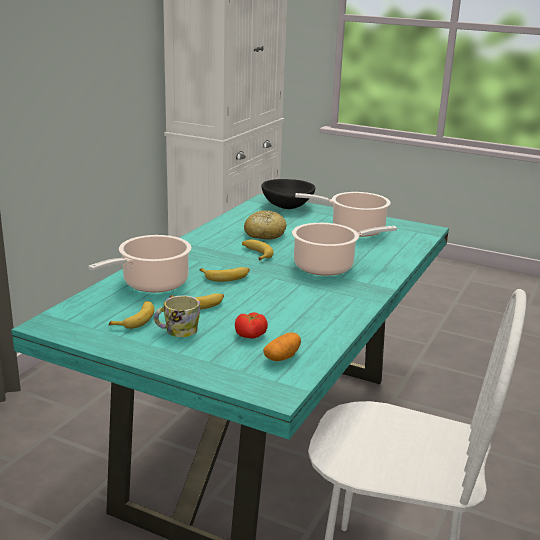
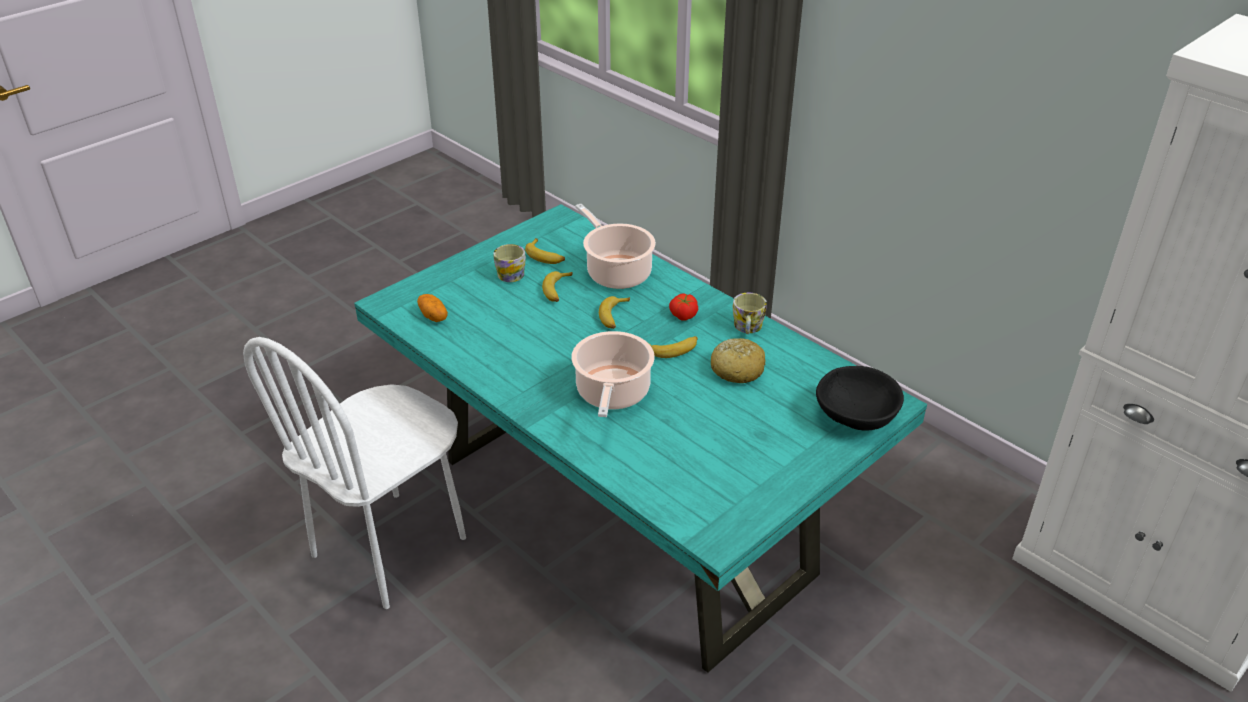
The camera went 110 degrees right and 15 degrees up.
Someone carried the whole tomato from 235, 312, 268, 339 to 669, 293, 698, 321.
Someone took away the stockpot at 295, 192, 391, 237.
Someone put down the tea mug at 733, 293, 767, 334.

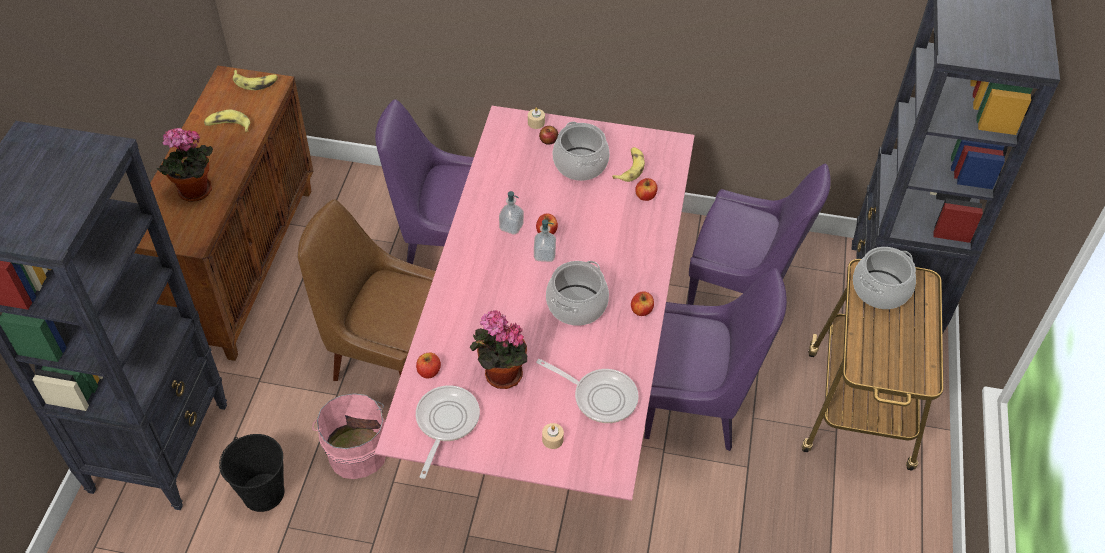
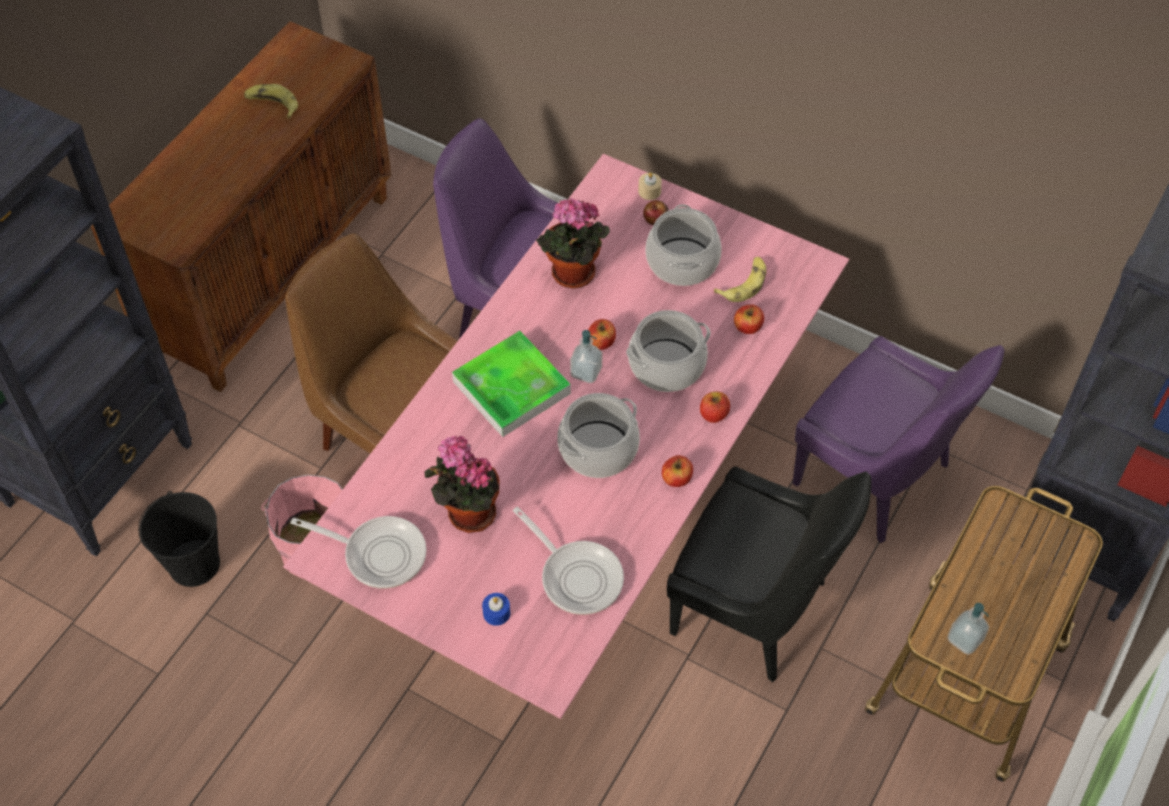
The camera went 20 degrees right and 5 degrees up.
Someone carried the plant in a pot from 156, 127, 213, 202 to 536, 198, 610, 289.
Someone took away the whole banana at 233, 70, 278, 90.
Someone carried the apple fruit from 416, 353, 441, 379 to 700, 391, 730, 423.
Someone rotated the pan at 416, 385, 480, 479 by 75 degrees clockwise.
Someone carried the soap bottle from 499, 191, 524, 235 to 947, 603, 989, 655.
Someone repainted the wax candle/beige at 542, 423, 564, 449, which became the wax candle/blue at 482, 593, 510, 626.
Someone repainted the chair/purplish at 644, 268, 787, 451, which became the chair/blackish at 667, 466, 871, 682.
Someone carried the stockpot from 853, 247, 916, 309 to 626, 310, 711, 392.
Someone put down the tray at 452, 331, 571, 437.

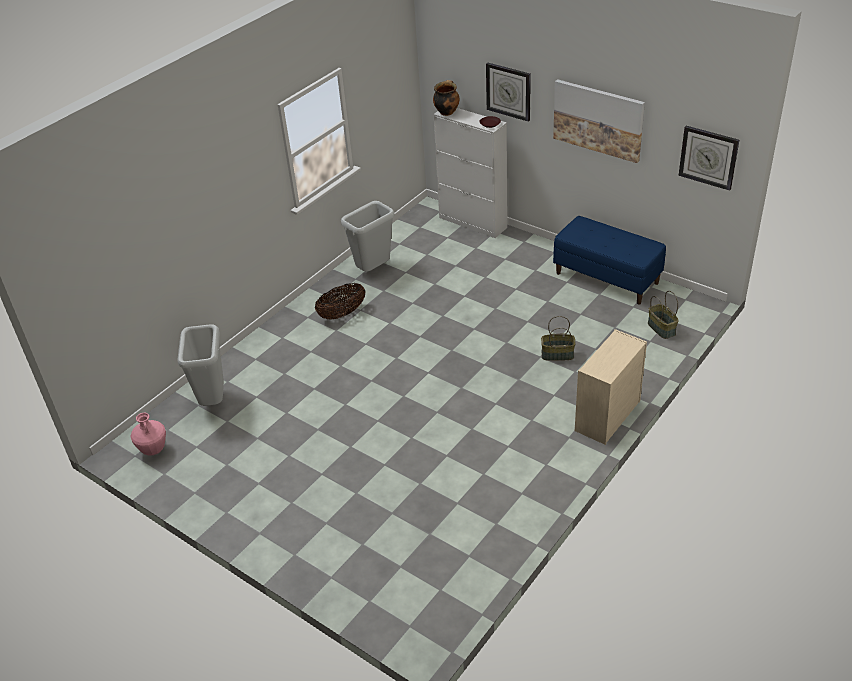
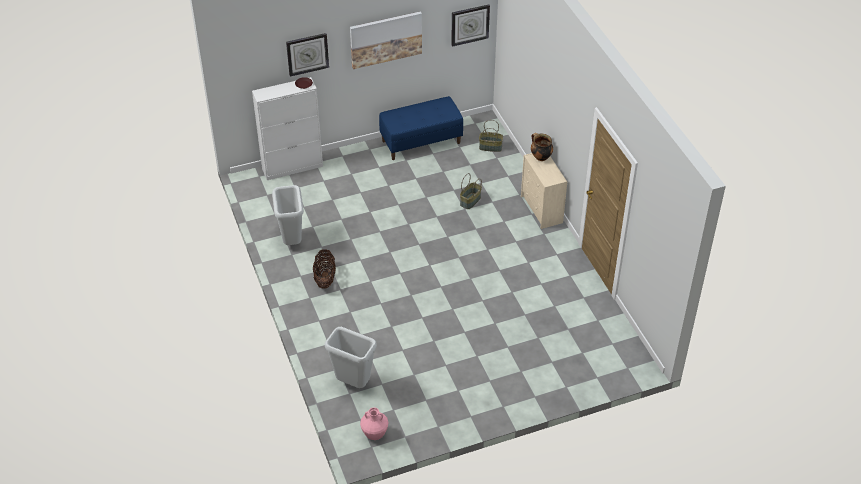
The camera went 60 degrees left and 5 degrees up.
Someone carried the stockpot from 433, 80, 460, 116 to 531, 133, 553, 161.

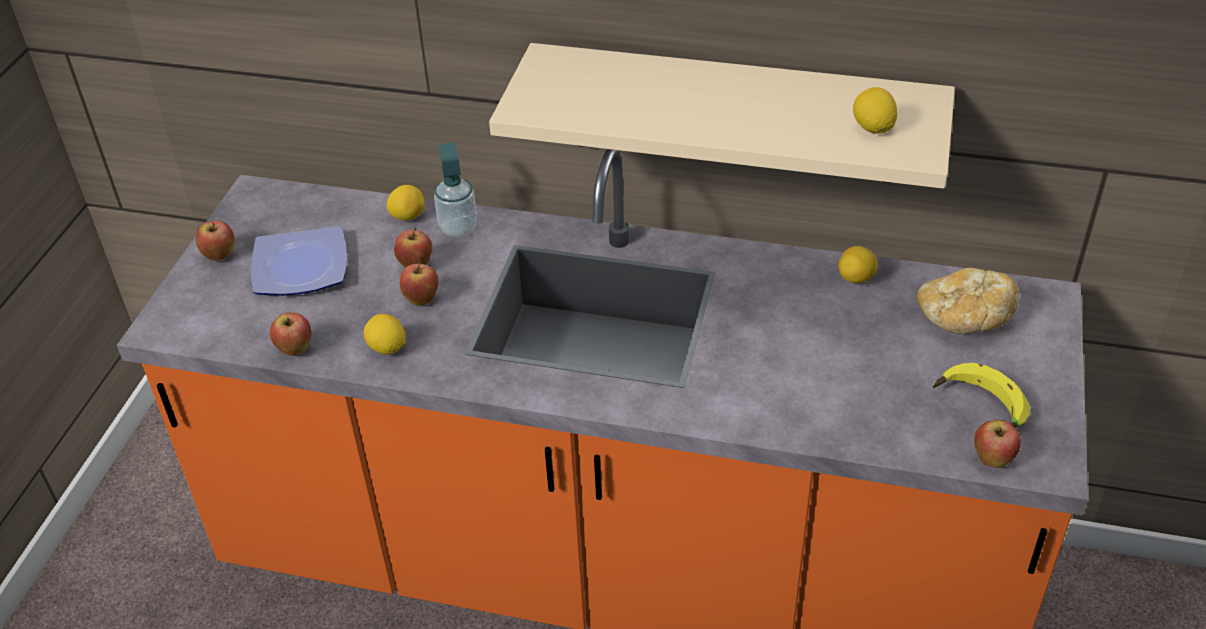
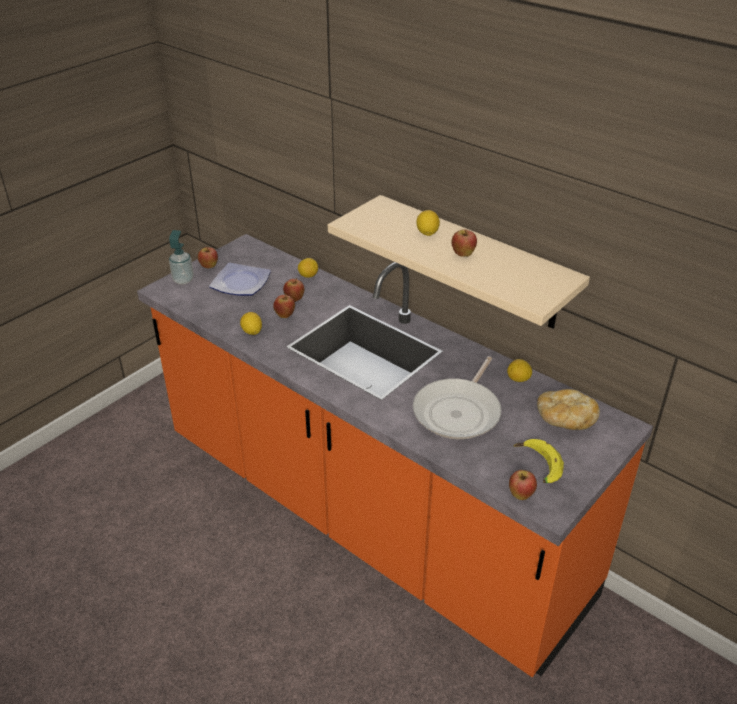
The camera went 25 degrees right and 5 degrees down.
Someone carried the apple fruit from 270, 312, 311, 356 to 451, 229, 477, 257.
Someone carried the soap bottle from 434, 142, 477, 237 to 169, 230, 194, 284.
Someone carried the lemon from 853, 87, 897, 134 to 416, 210, 440, 236.
Someone put down the pan at 413, 356, 501, 439.

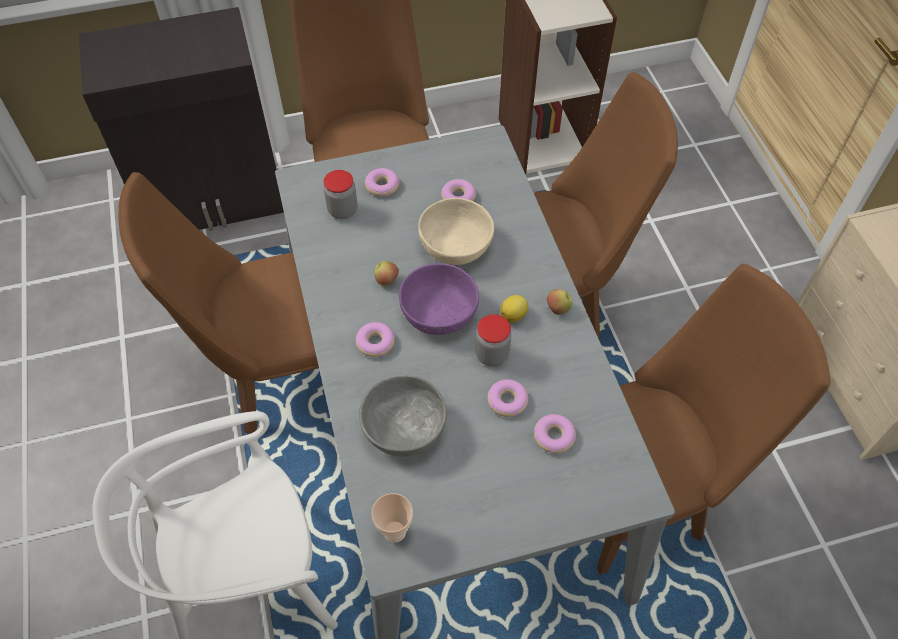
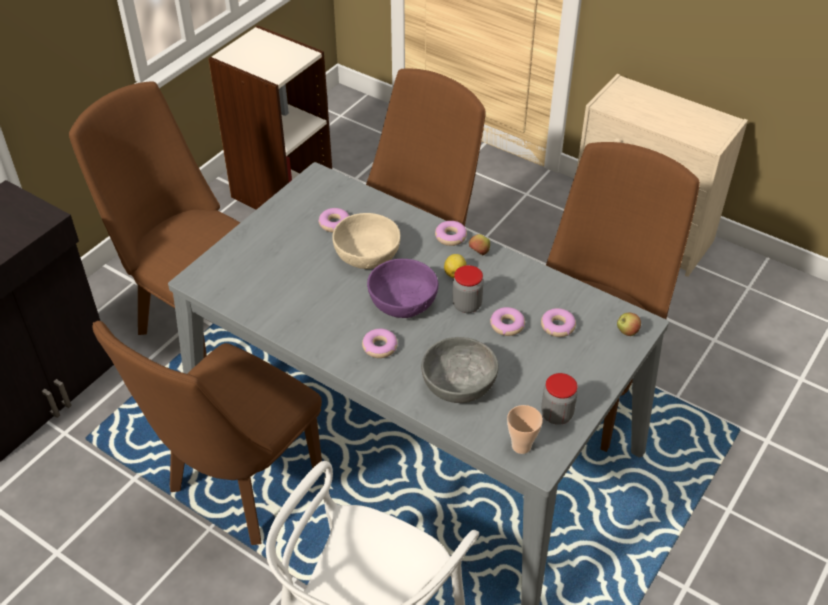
The camera went 40 degrees left and 10 degrees down.
Someone carried the storage jar from 324, 170, 357, 219 to 541, 373, 577, 425.
Someone carried the donut from 365, 168, 400, 197 to 435, 221, 467, 246.
Someone carried the apple fruit from 374, 261, 399, 286 to 617, 313, 641, 336.

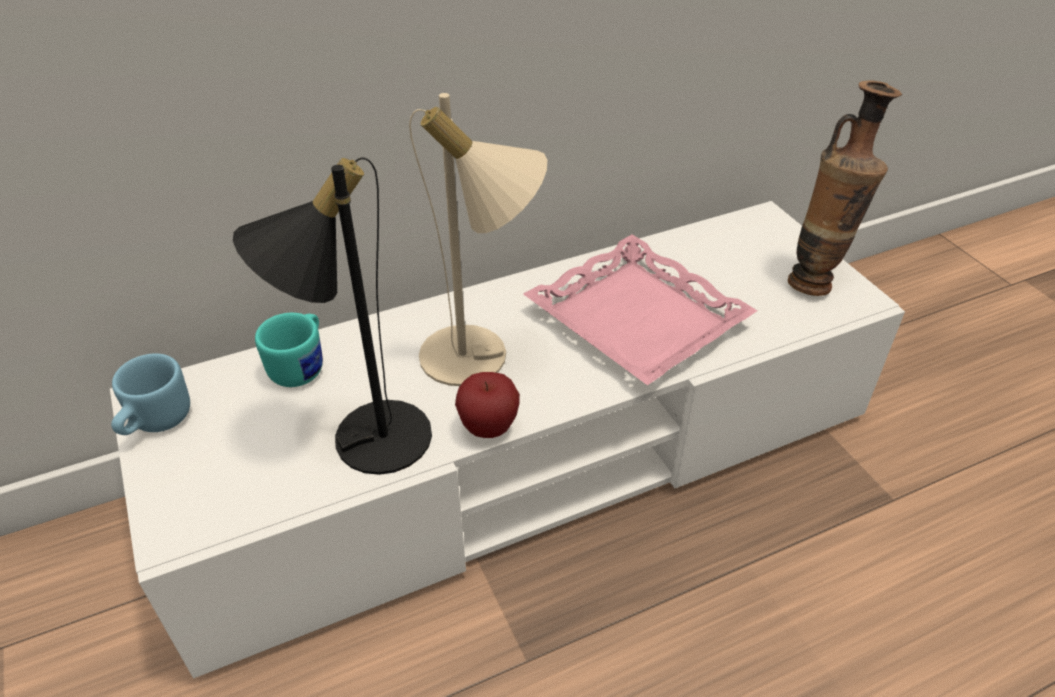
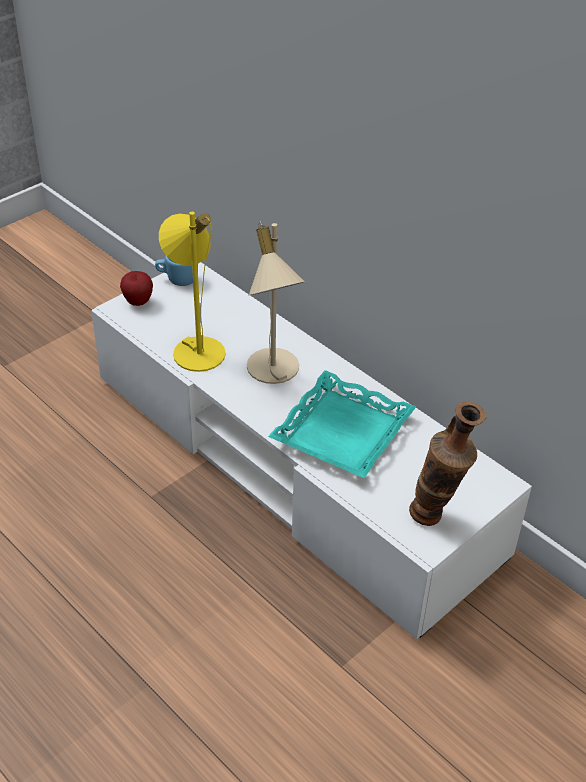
The camera went 70 degrees right and 0 degrees up.
Someone repainted the tabletop lamp/blackish at 233, 157, 432, 475, which became the tabletop lamp/yellow-coloured at 159, 212, 226, 372.
Someone took away the tea mug/turquoise at 255, 313, 323, 387.
Someone carried the apple fruit from 455, 372, 520, 438 to 120, 271, 153, 306.
Someone repainted the tray/pink at 523, 235, 758, 385, which became the tray/turquoise at 268, 370, 416, 478.

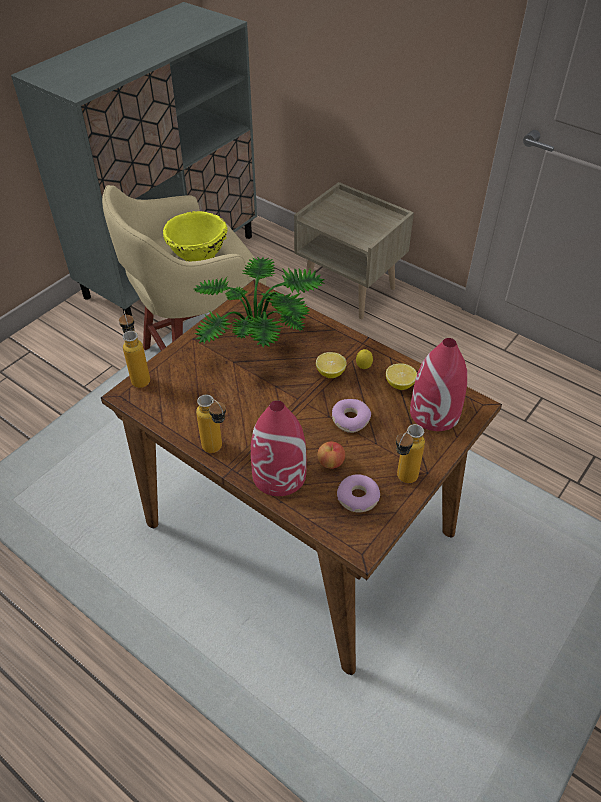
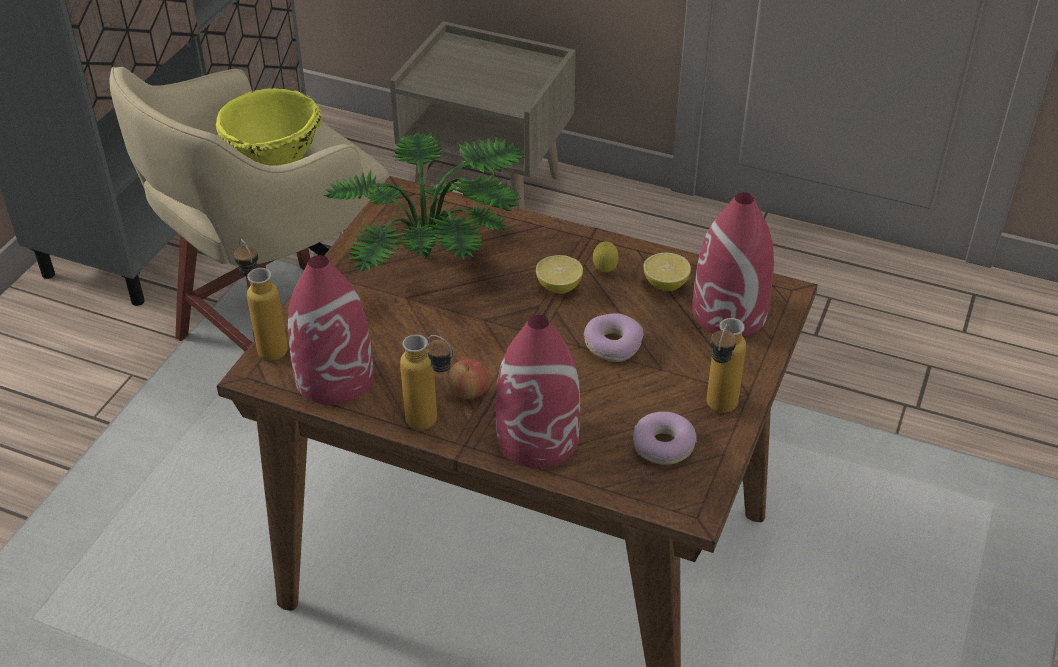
The camera went 15 degrees left and 5 degrees down.
Someone carried the apple fruit from 318, 442, 345, 469 to 448, 359, 489, 399.
Someone put down the vase/red-coloured at 288, 255, 374, 405.

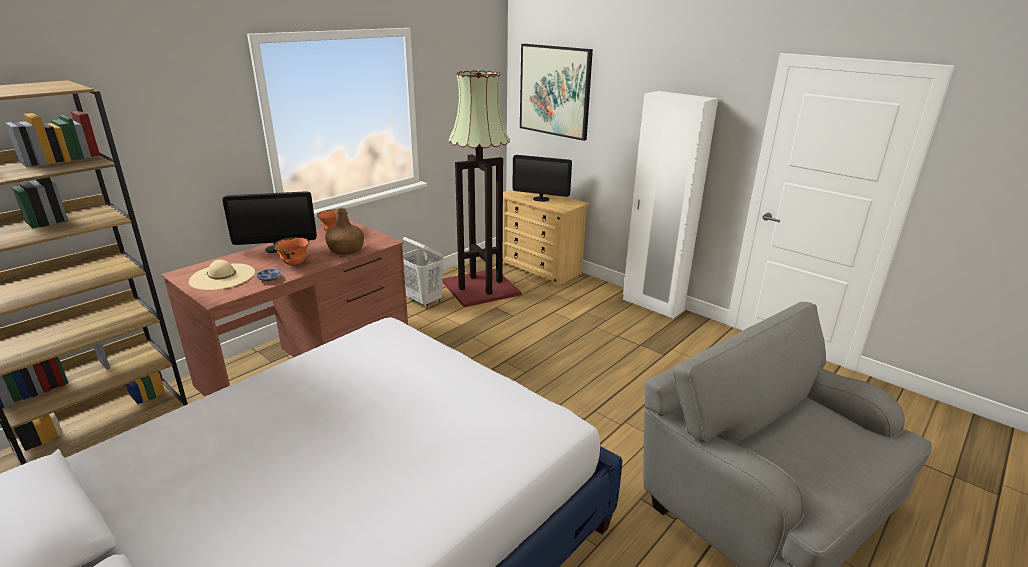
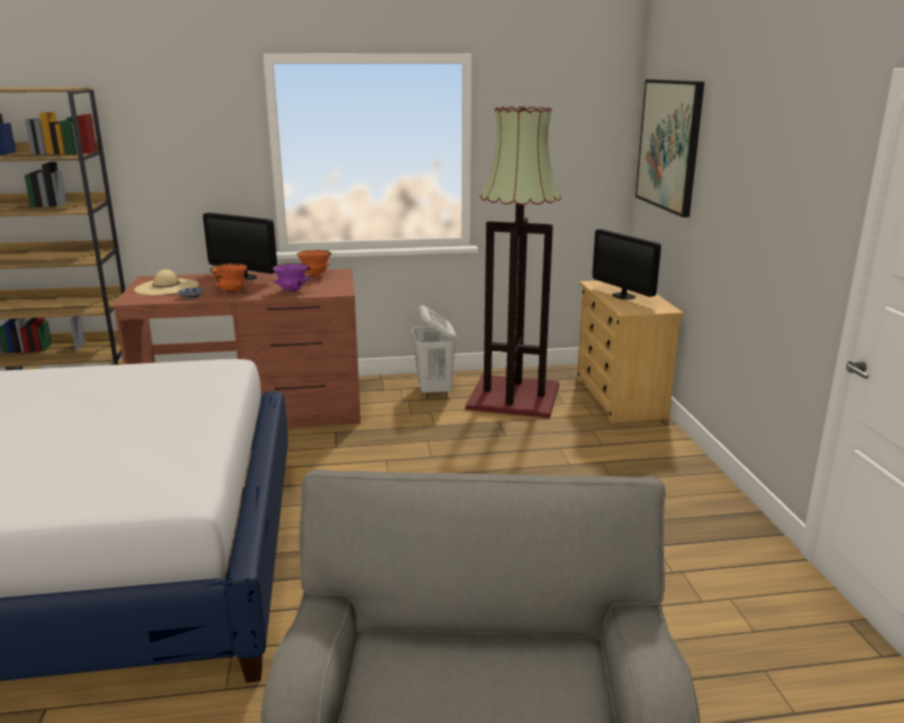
The camera went 40 degrees right and 5 degrees down.
Someone swapped the beverage bottle/brown-coloured at 325, 208, 364, 255 for the bowl/purplish at 272, 263, 310, 292.
Someone took away the armoire/white at 623, 91, 718, 318.

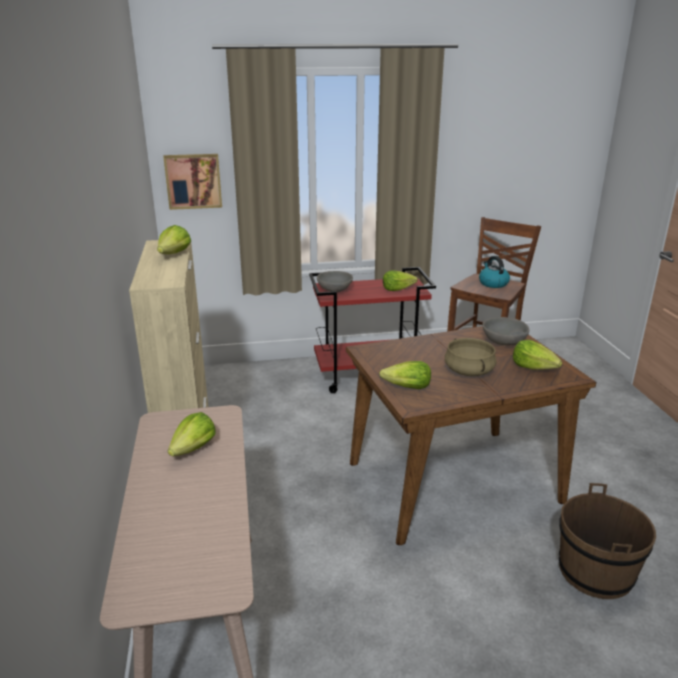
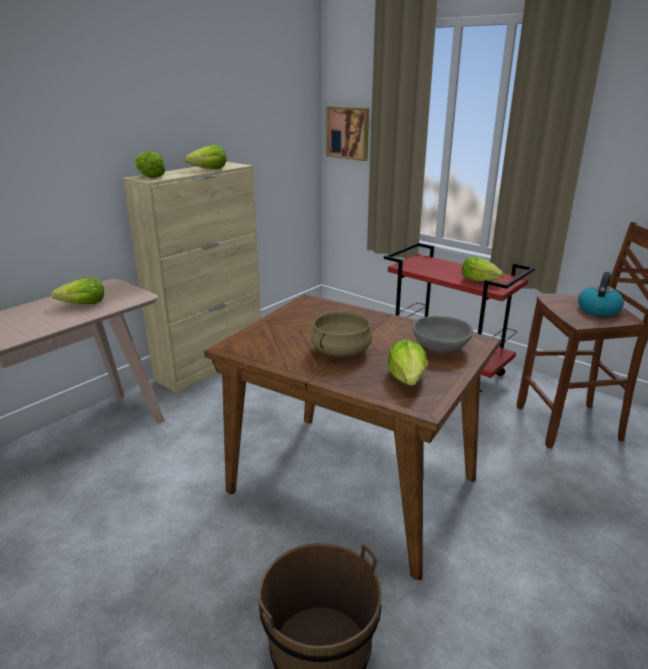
The camera went 50 degrees right and 0 degrees up.
Someone took away the bowl/gray at 317, 271, 353, 292.
Someone carried the lettuce from 379, 361, 431, 389 to 135, 151, 166, 178.

